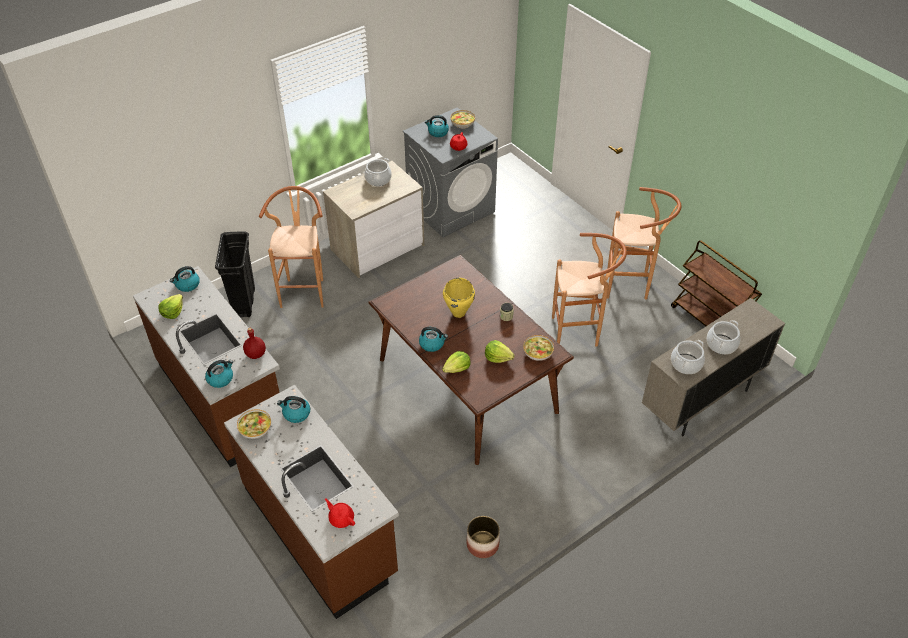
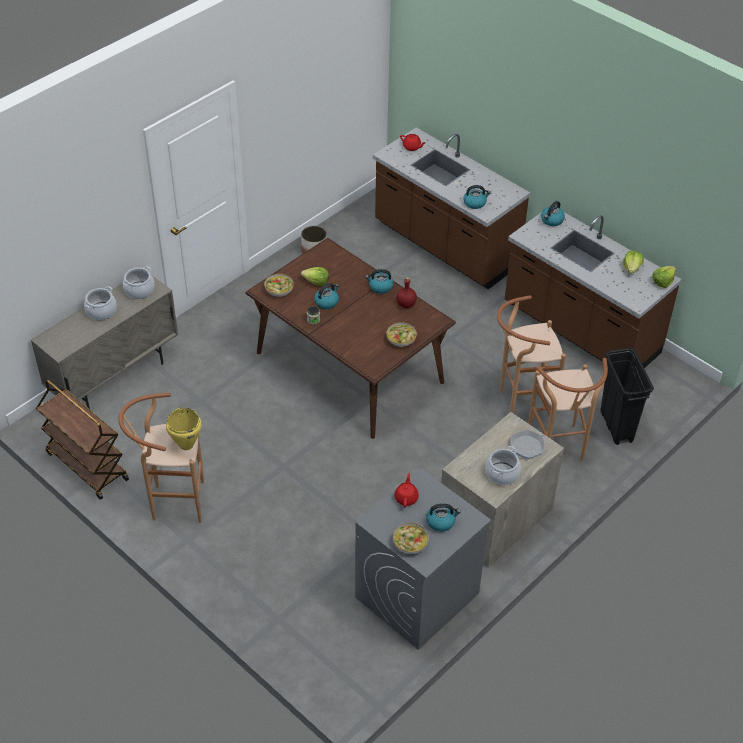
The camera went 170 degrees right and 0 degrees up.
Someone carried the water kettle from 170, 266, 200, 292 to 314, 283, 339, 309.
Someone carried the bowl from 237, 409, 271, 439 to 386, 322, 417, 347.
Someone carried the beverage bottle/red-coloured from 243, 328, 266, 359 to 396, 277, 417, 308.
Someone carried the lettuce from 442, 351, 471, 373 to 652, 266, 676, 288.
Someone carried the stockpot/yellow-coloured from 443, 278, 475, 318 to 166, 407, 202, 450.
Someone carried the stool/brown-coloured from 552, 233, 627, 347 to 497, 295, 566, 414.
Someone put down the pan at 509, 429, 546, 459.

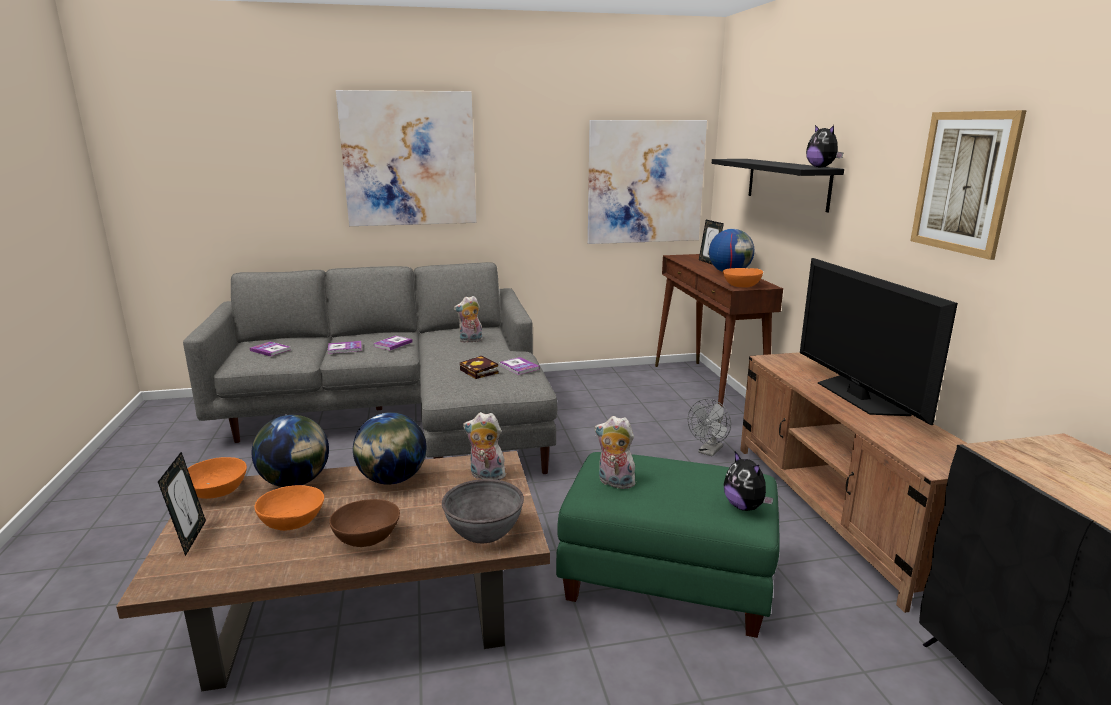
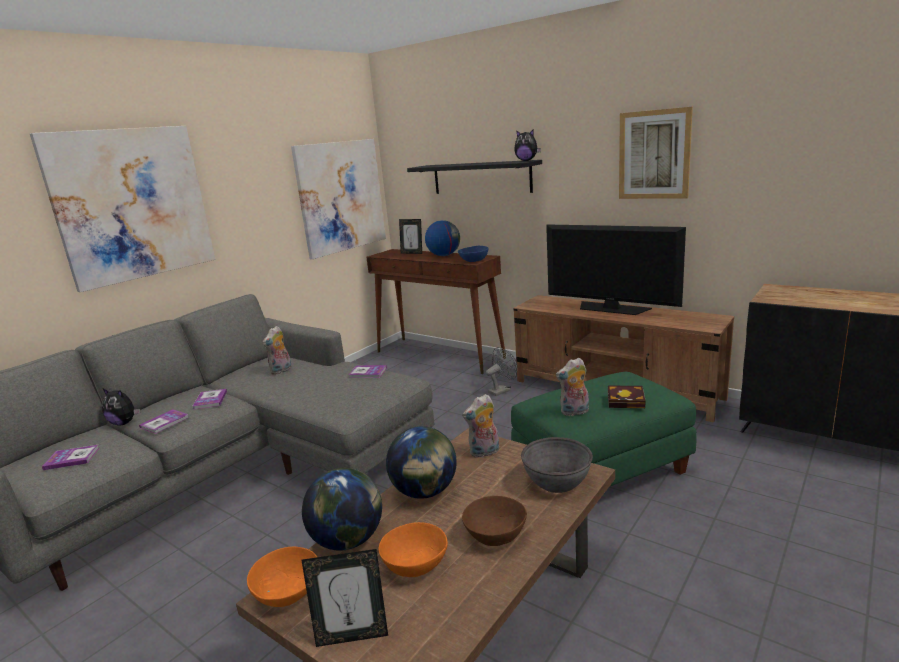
The camera went 40 degrees left and 0 degrees up.
Someone rotated the picture frame at 158, 452, 206, 556 by 135 degrees clockwise.
Someone carried the volume from 460, 356, 499, 379 to 608, 386, 646, 408.
Someone rotated the electric fan/gray at 688, 399, 731, 456 by 120 degrees counterclockwise.
Someone repainted the bowl/orange-coloured at 723, 268, 763, 287, which became the bowl/blue at 458, 246, 488, 262.
Someone carried the soft toy from 723, 451, 774, 511 to 102, 389, 141, 426.

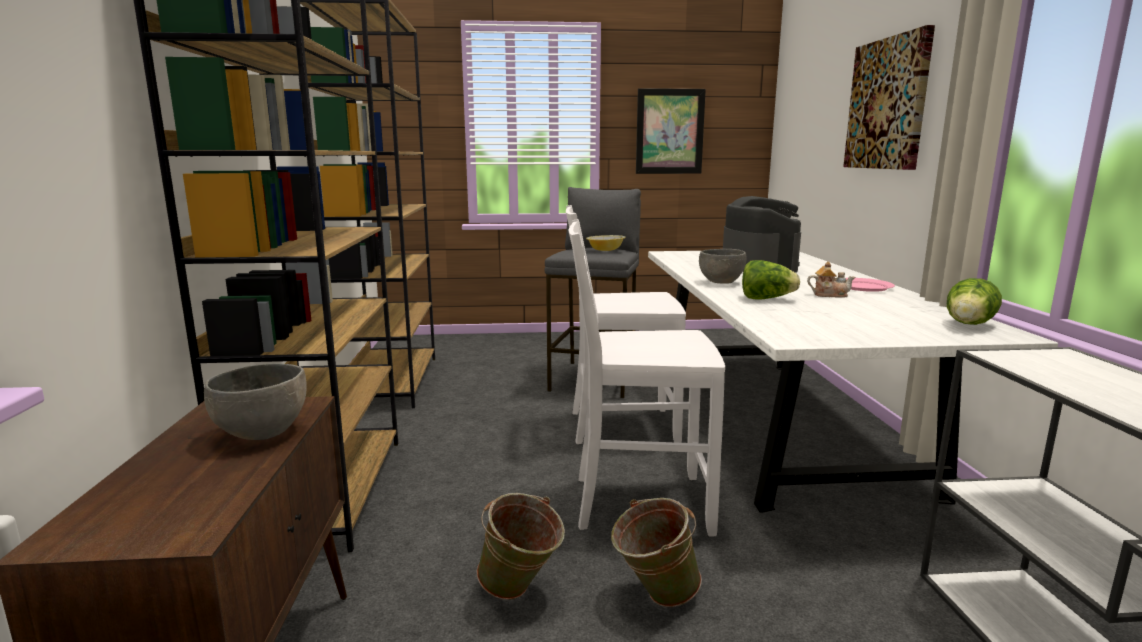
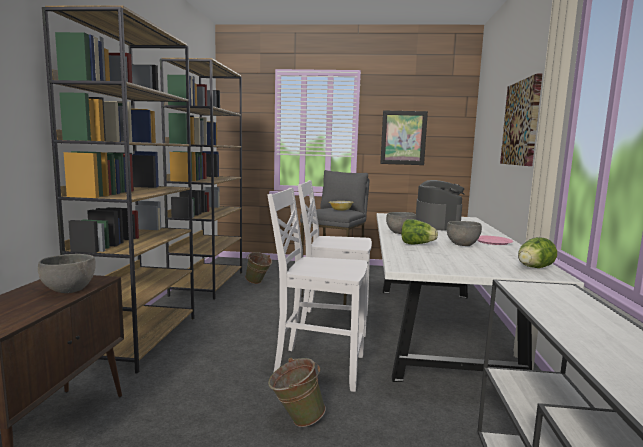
The camera went 10 degrees right and 5 degrees down.
Someone carried the bucket/green-coloured from 476, 493, 565, 600 to 245, 252, 272, 284.
Someone swapped the teapot at 807, 261, 855, 298 for the bowl/gray at 447, 221, 482, 246.

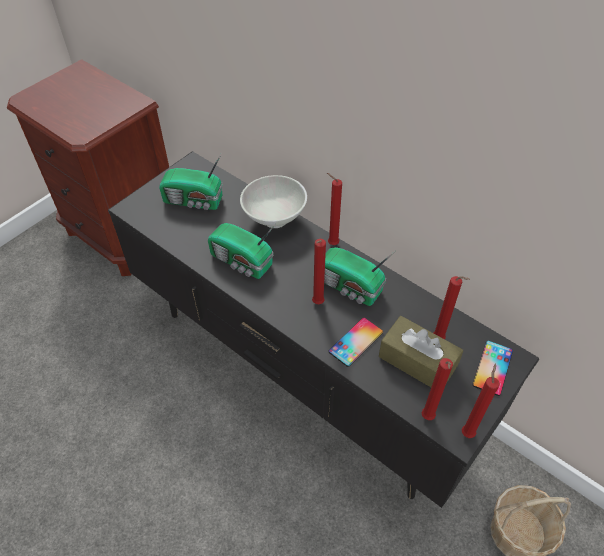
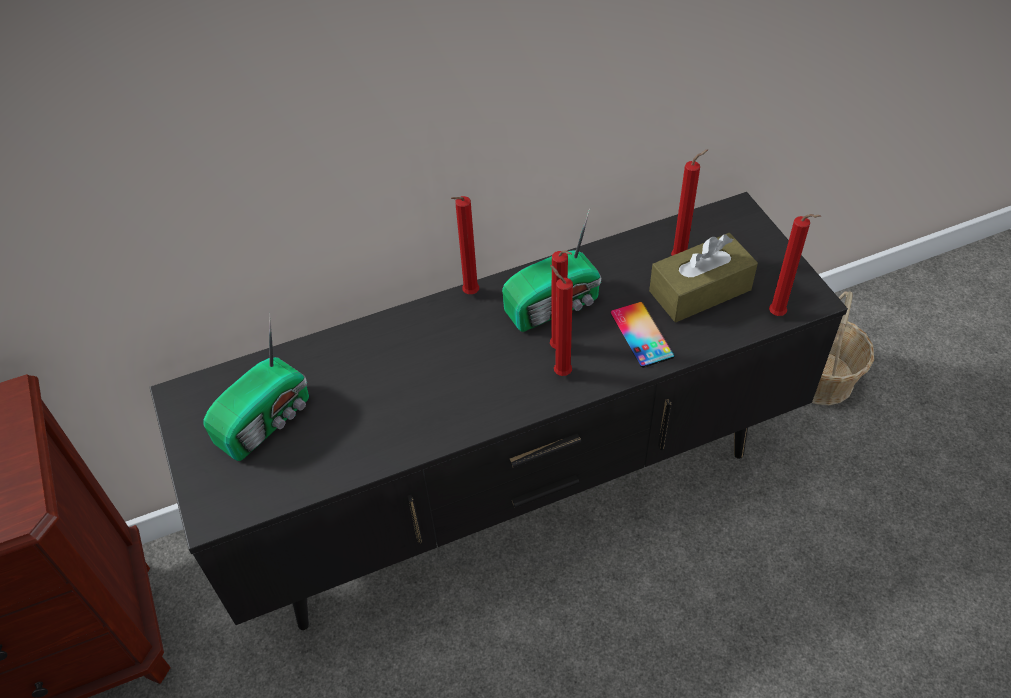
The camera went 60 degrees left and 0 degrees up.
Someone took away the radio set at 208, 223, 276, 279.
Someone took away the bowl/white at 240, 175, 307, 228.
Someone carried the wax candle/red-coloured from 462, 363, 500, 438 to 550, 265, 573, 376.
Someone took away the handset at 472, 341, 513, 396.

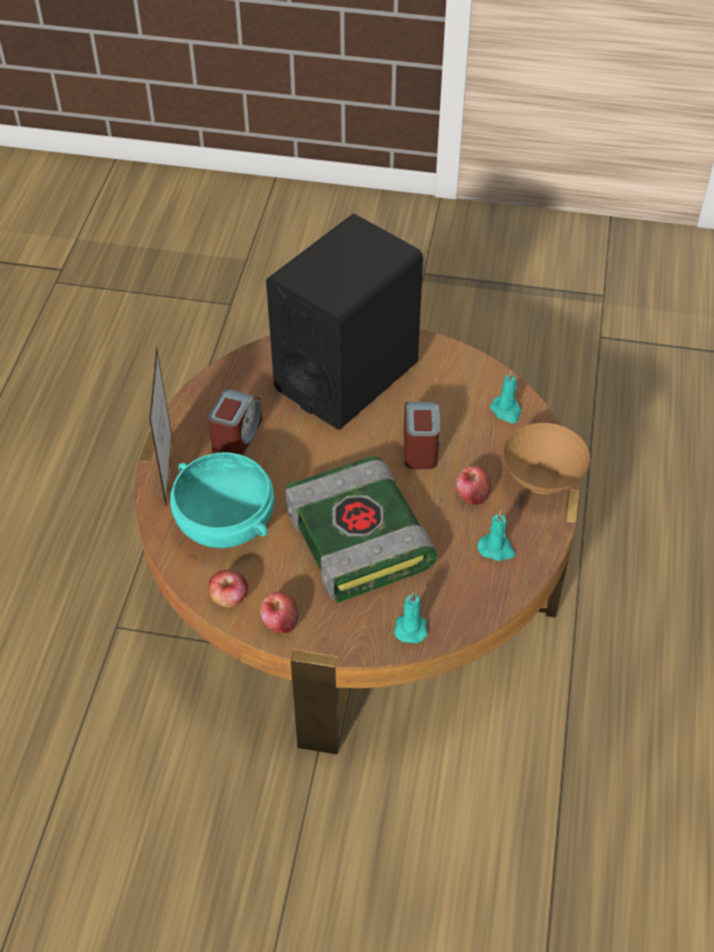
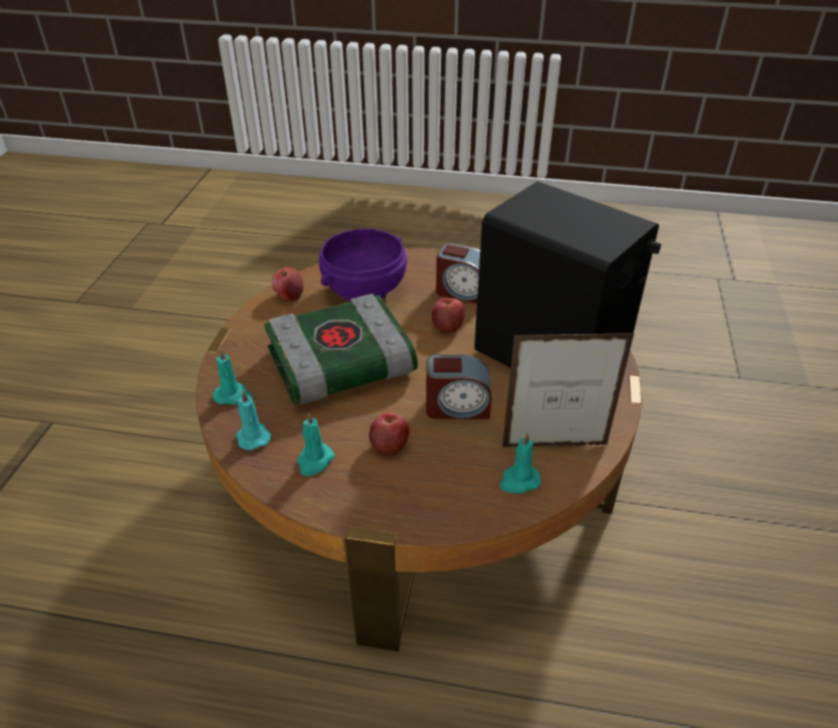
The camera went 90 degrees right and 10 degrees down.
Someone carried the picture frame from 149, 347, 172, 505 to 502, 333, 635, 447.
Someone repainted the bowl/turquoise at 170, 452, 274, 548, which became the bowl/purplish at 319, 229, 407, 302.
Someone carried the apple fruit from 260, 592, 299, 634 to 432, 298, 465, 334.
Someone took away the bowl/brown-coloured at 504, 423, 590, 494.
Someone put down the wax candle/turquoise at 236, 390, 271, 450.

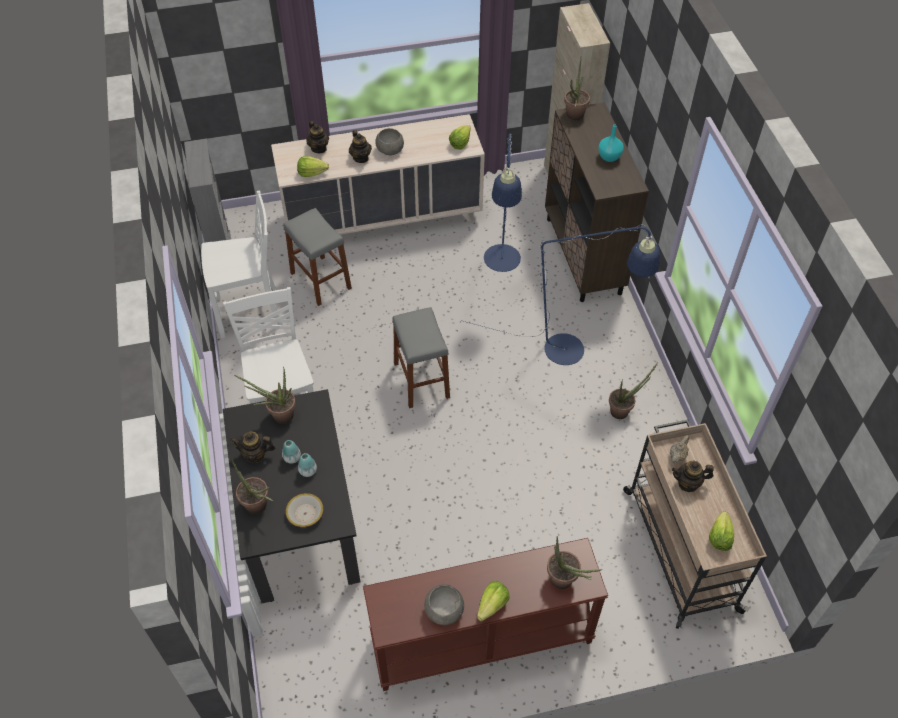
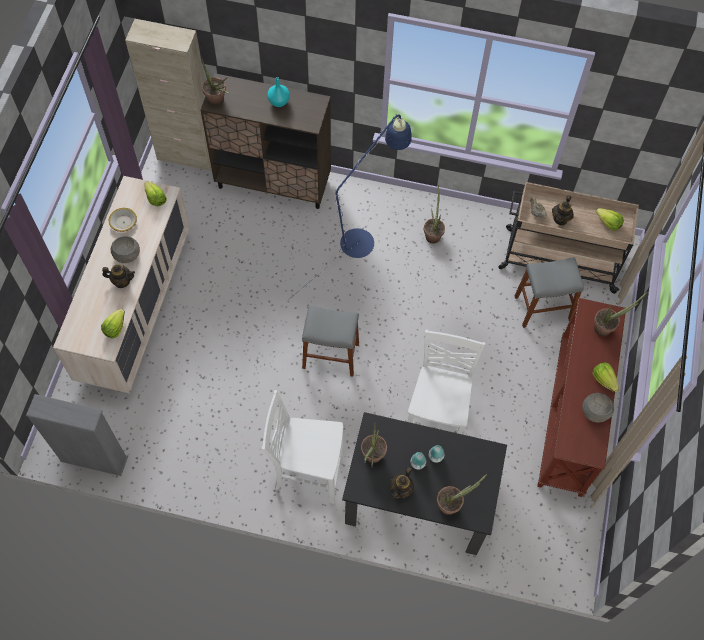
The camera went 65 degrees left and 10 degrees up.
Someone carried the chair/white from 201, 190, 283, 339 to 407, 330, 486, 434.
Someone carried the stool/gray from 283, 208, 352, 306 to 515, 257, 584, 328.
Someone carried the bowl from 286, 493, 323, 527 to 109, 208, 137, 232.
Someone took away the teapot at 307, 121, 329, 153.
Someone took away the floor lamp/blue at 484, 134, 522, 272.

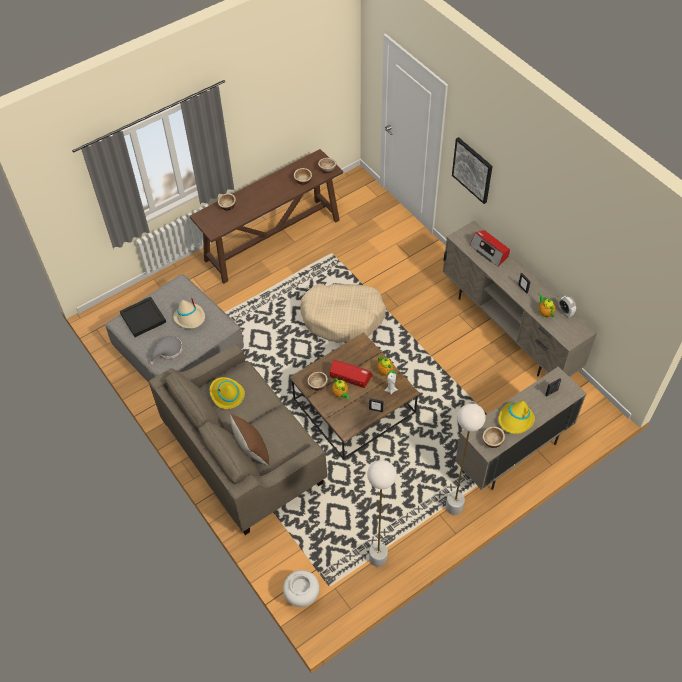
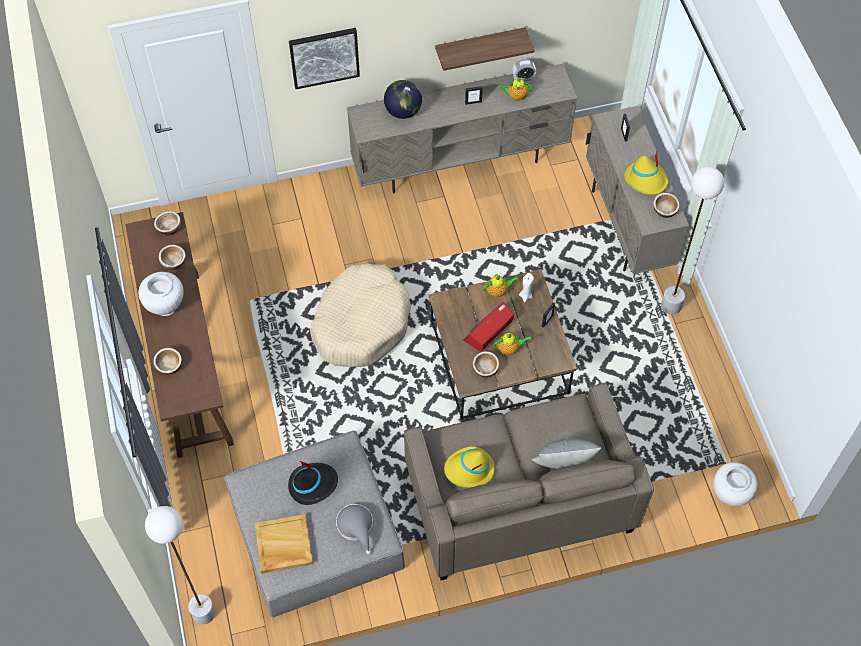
The camera went 70 degrees left and 5 degrees up.
Someone repainted the tray/blackish at 120, 297, 166, 337, which became the tray/beige at 255, 514, 313, 574.
Someone repainted the hat/beige at 173, 296, 205, 329, which became the hat/blackish at 288, 461, 338, 505.
Someone repainted the cushion/brown-coloured at 230, 414, 269, 466, which became the cushion/gray at 531, 439, 602, 468.
Someone carried the floor lamp/white from 367, 460, 396, 567 to 145, 506, 215, 625.
Someone swapped the radio set at 470, 230, 510, 267 for the desk globe at 384, 80, 422, 119.
Someone put down the vase/white at 138, 272, 184, 316.
Someone put up the shelf at 435, 27, 534, 71.

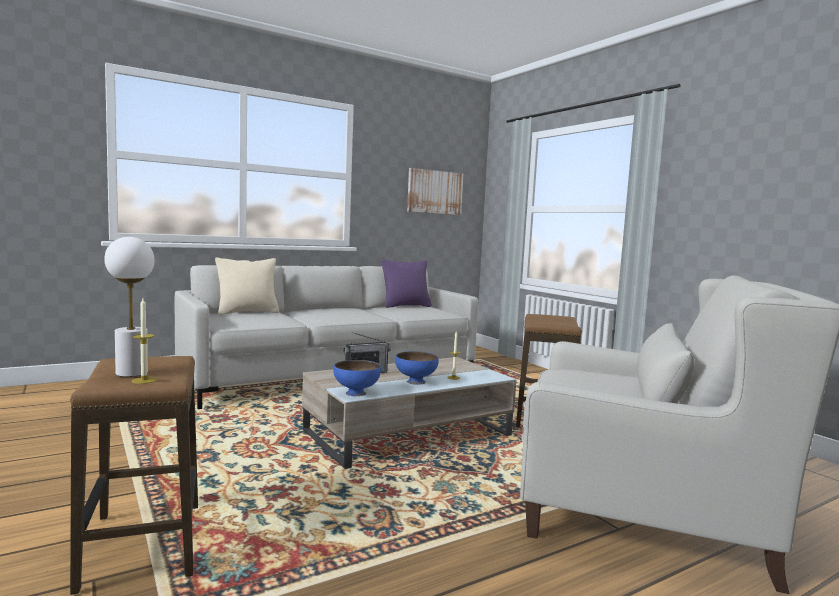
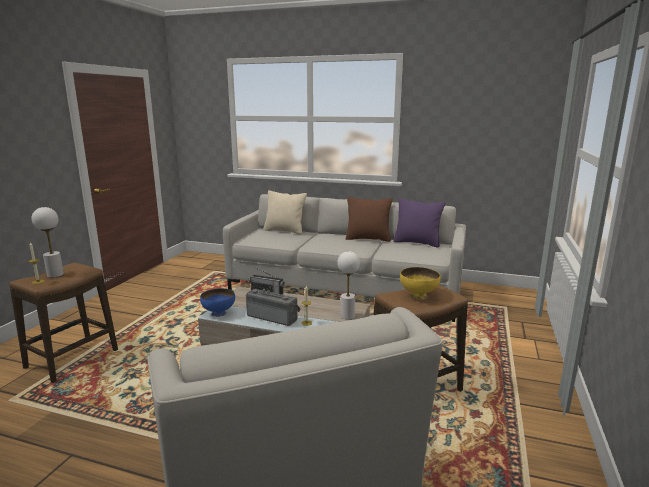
The camera went 50 degrees right and 10 degrees up.
Someone swapped the bowl/blue at 395, 351, 439, 385 for the radio set at 246, 288, 301, 326.
Someone took away the wall art at 407, 168, 463, 215.
Someone put down the tabletop lamp/white at 337, 251, 360, 320.
Someone put down the cushion/brown-coloured at 346, 197, 393, 242.
Someone put down the bowl/yellow-coloured at 400, 267, 441, 300.

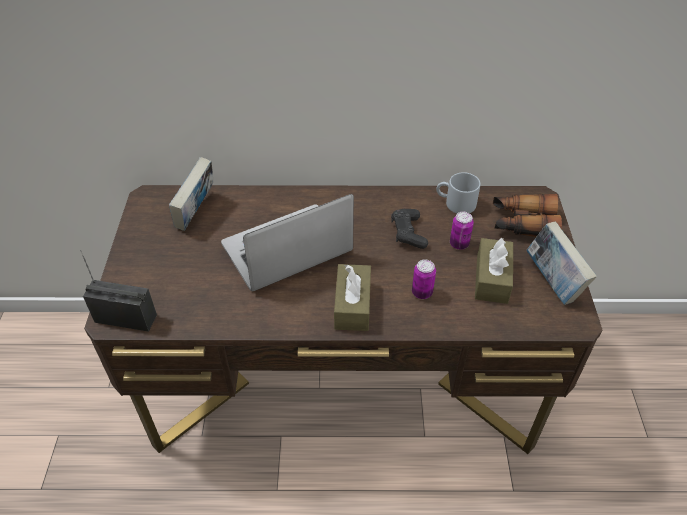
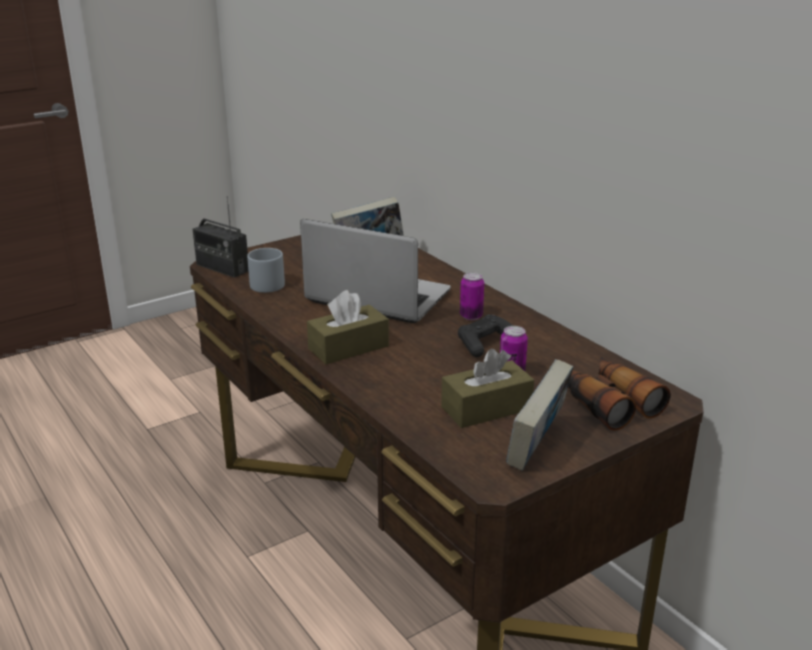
The camera went 55 degrees right and 20 degrees down.
Someone rotated the radio set at 80, 250, 157, 332 by 150 degrees clockwise.
Someone carried the metal can from 412, 259, 436, 299 to 460, 272, 484, 320.
Someone carried the tea mug/gray from 436, 172, 481, 213 to 247, 248, 285, 293.

